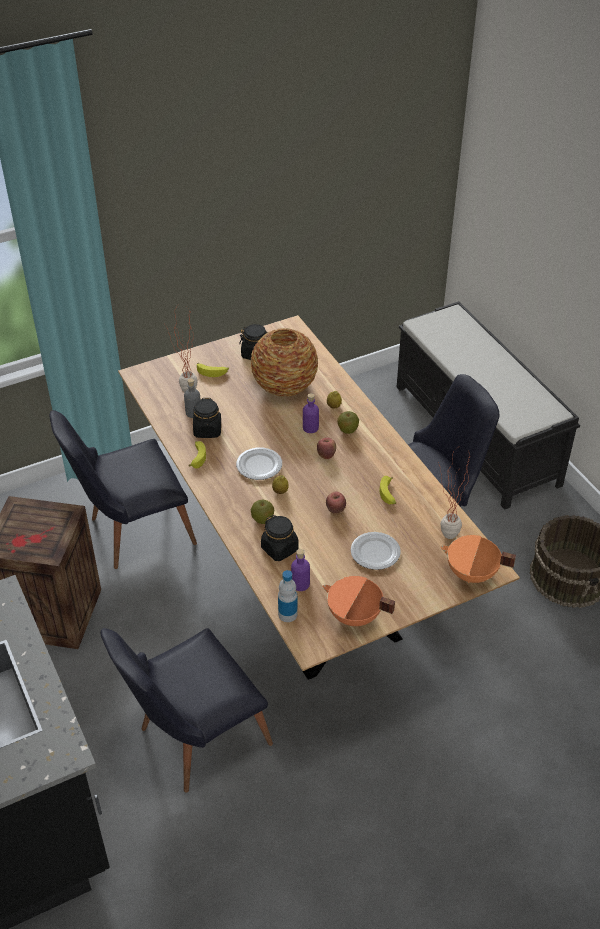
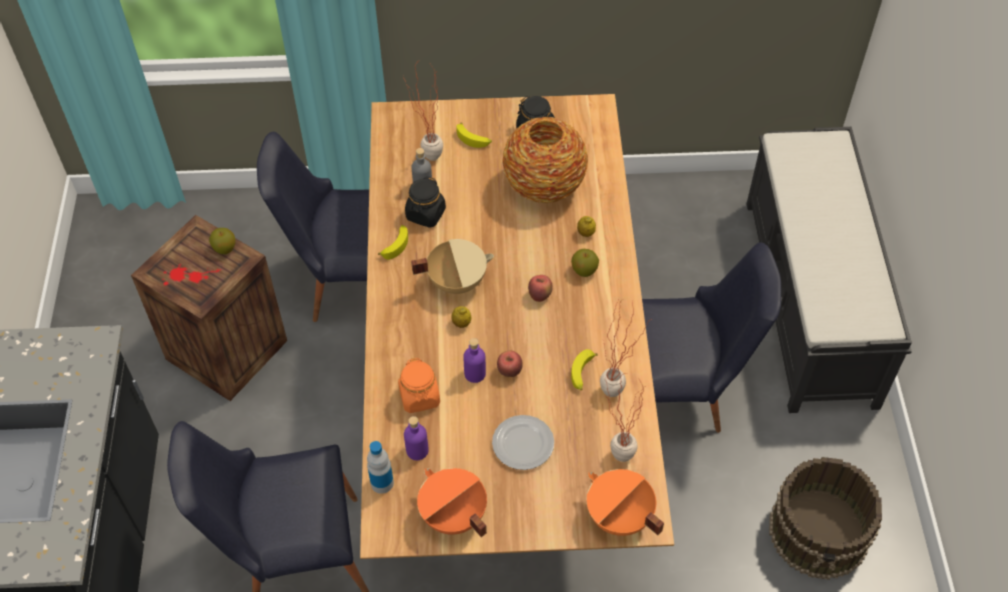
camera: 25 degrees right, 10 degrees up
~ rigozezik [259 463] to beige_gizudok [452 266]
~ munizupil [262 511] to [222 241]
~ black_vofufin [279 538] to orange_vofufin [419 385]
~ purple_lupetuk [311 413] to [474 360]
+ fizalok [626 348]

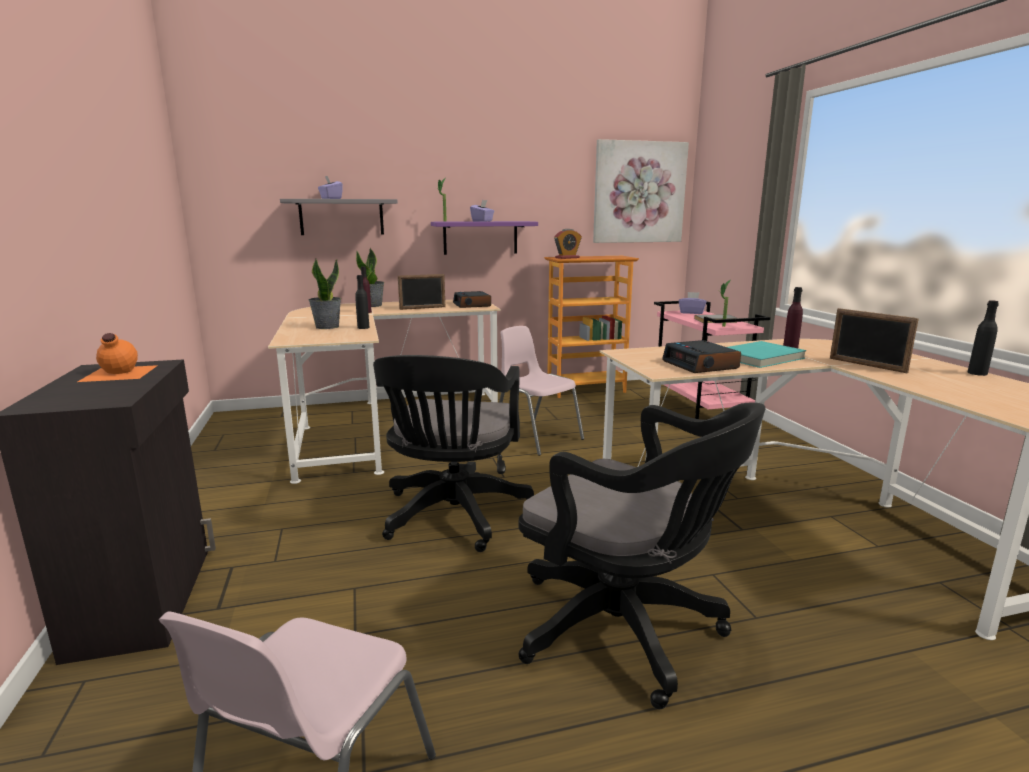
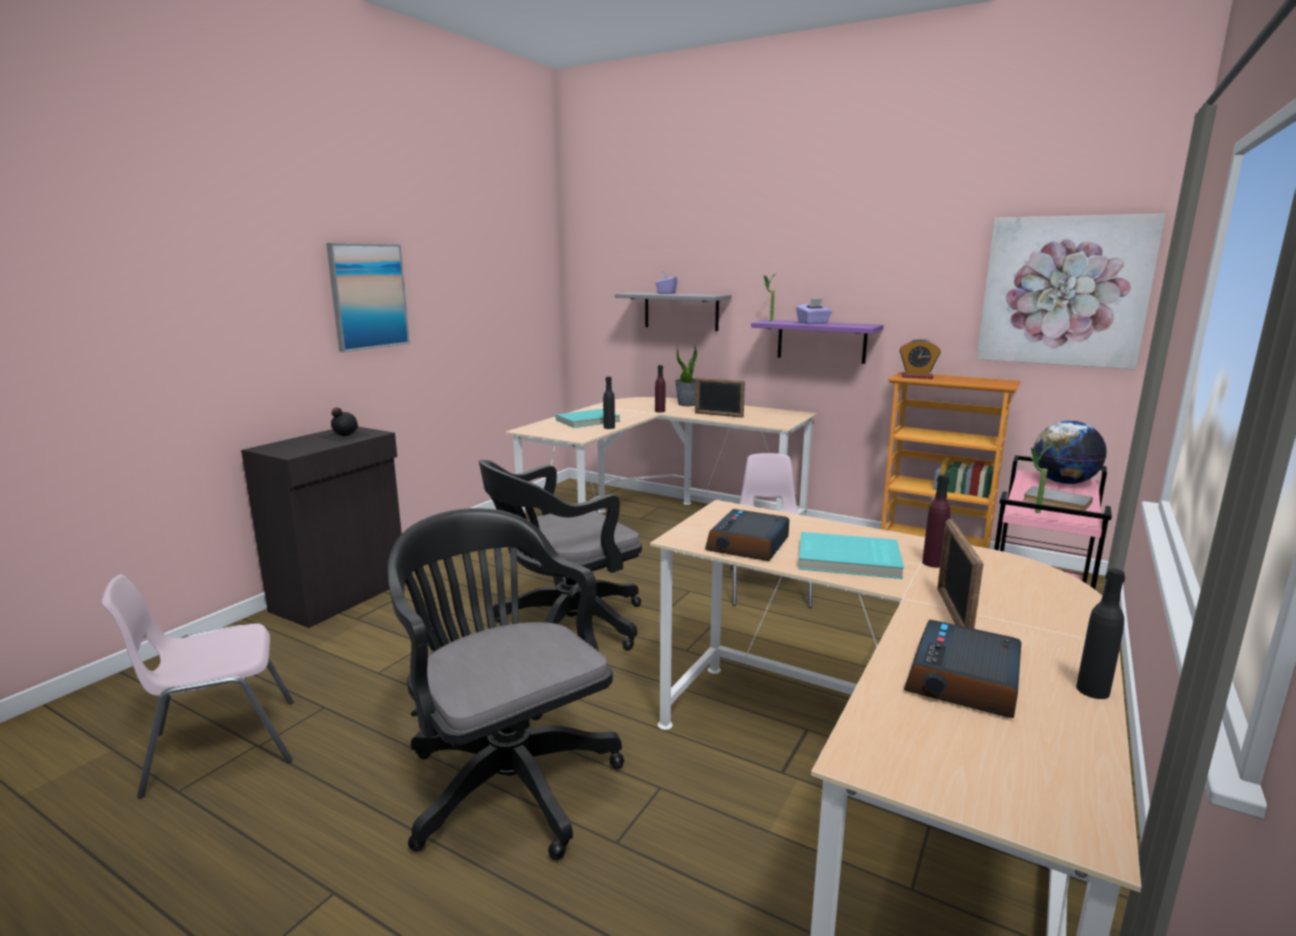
camera: 45 degrees right, 0 degrees up
~ orange_lupetuk [118 357] to black_lupetuk [344 424]
~ fizalok [324 293] to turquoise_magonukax [587 418]
~ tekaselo [472 299] to [962 669]
~ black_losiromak [641 555] = [505 684] 150 degrees clockwise
~ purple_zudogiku [692 303] to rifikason [1070 452]
+ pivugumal [368 297]

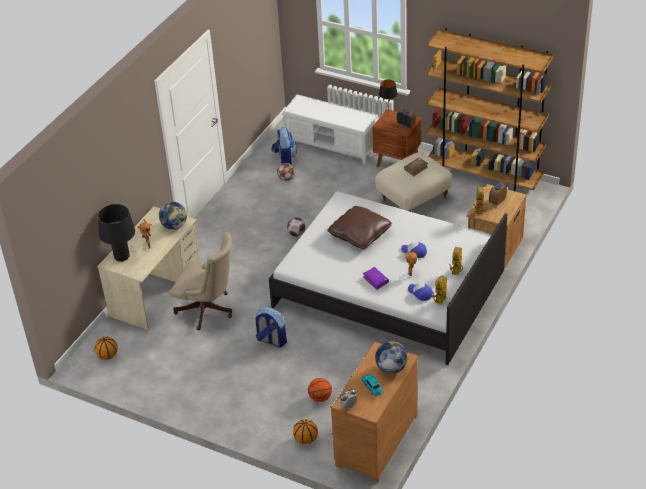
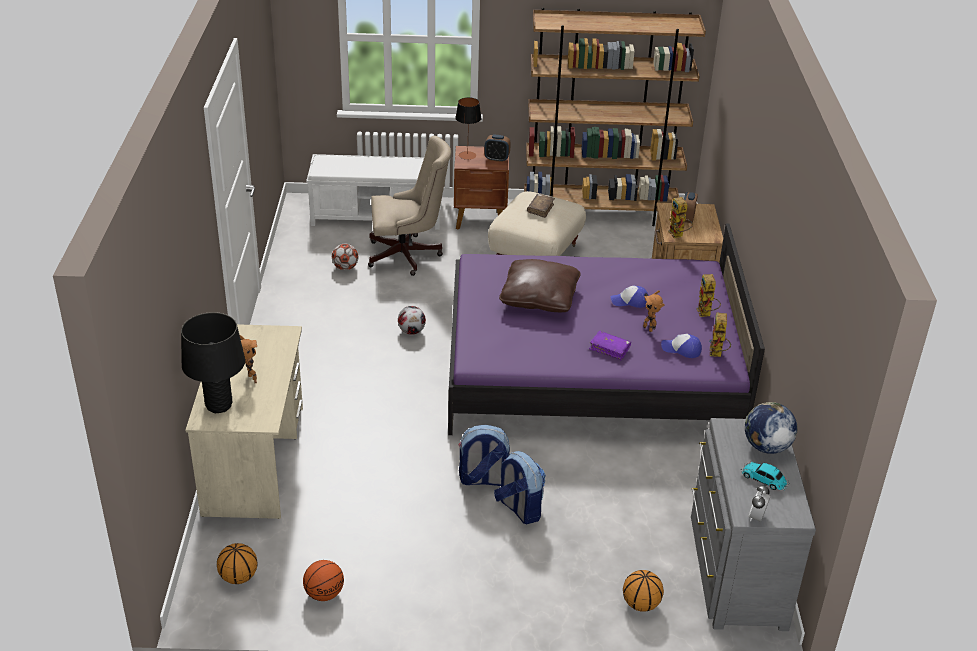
camera: 30 degrees left, 5 degrees down
- rifikason [173 216]
~ beige_losiromak [201 281] to [409 206]
~ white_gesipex [388 278] to purple_gesipex [606 329]
~ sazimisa [284 145] to [520 487]
~ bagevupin [320 390] to [323 580]
~ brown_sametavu [374 412] to grey_sametavu [753 524]

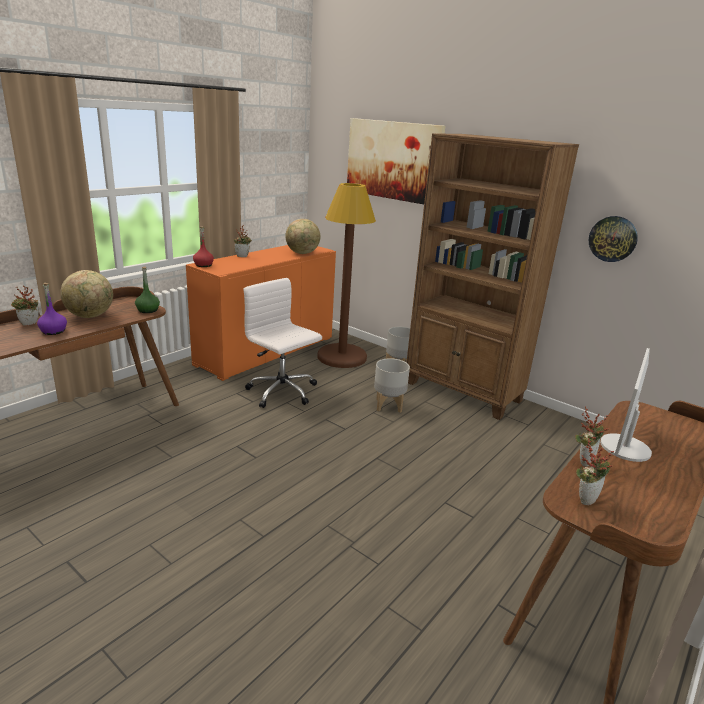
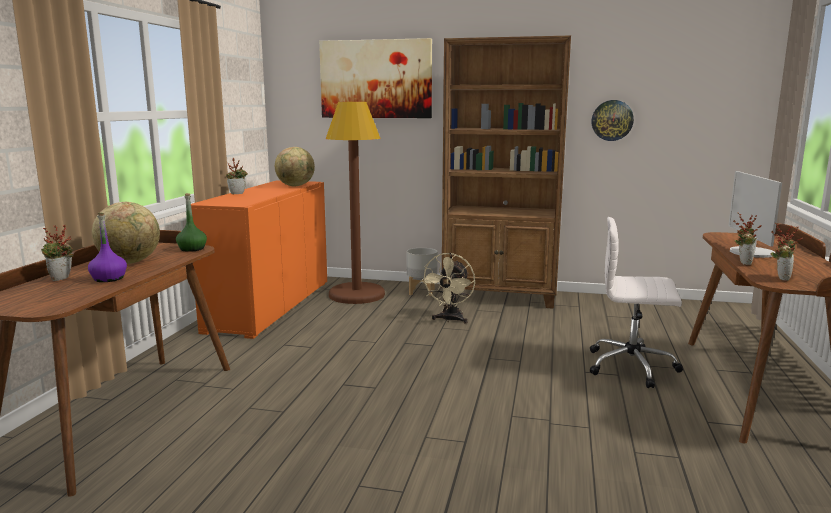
camera: 25 degrees left, 10 degrees down
- red_lupetuk [203 246]
~ white_losiromak [282 343] to [636 302]
~ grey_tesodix [392 385] to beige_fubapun [448 288]

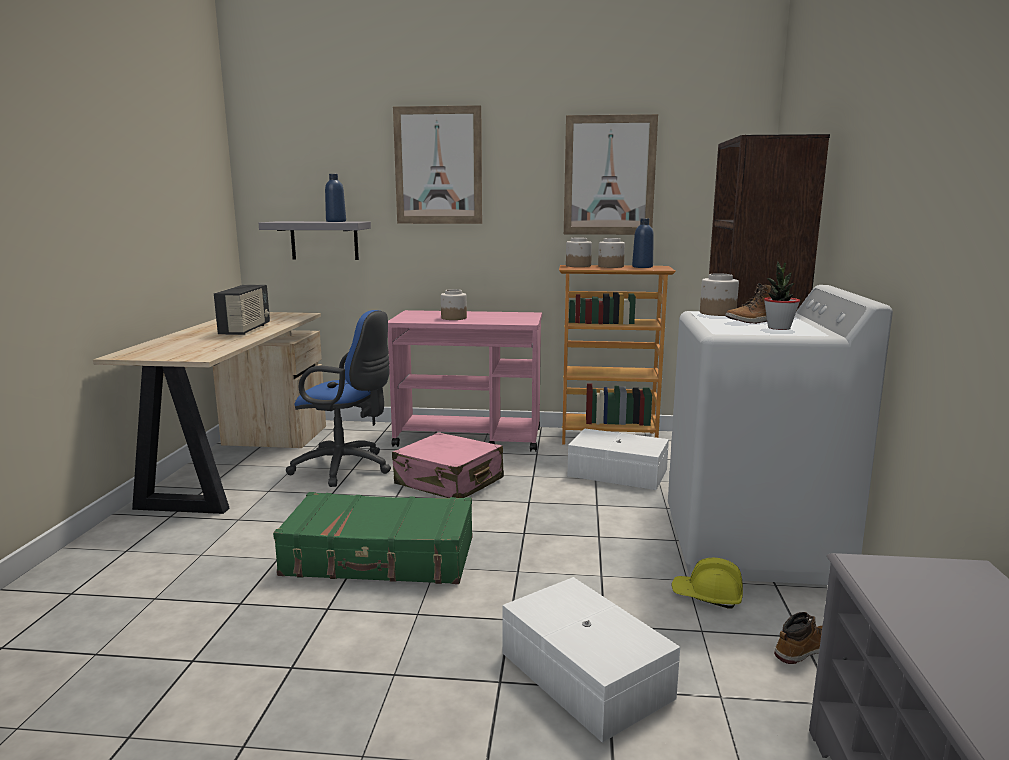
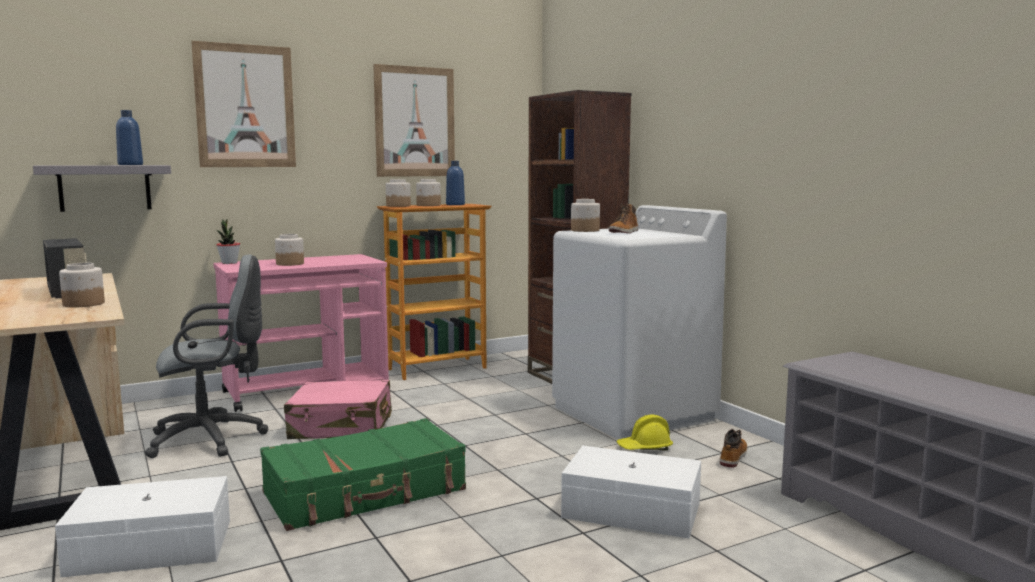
camera: 35 degrees left, 5 degrees down
~ blue_losiromak [338 398] to grey_losiromak [206 356]
~ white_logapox [618 459] to [142 526]
~ fizalok [782 296] to [228 242]
+ vofufin [82 285]

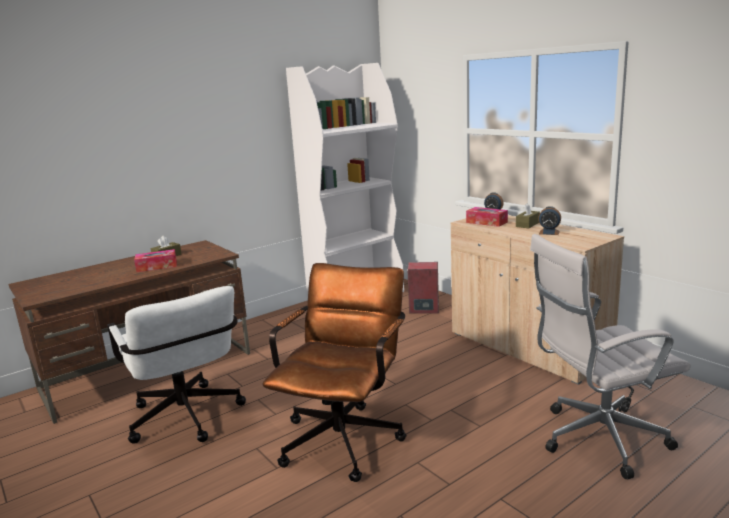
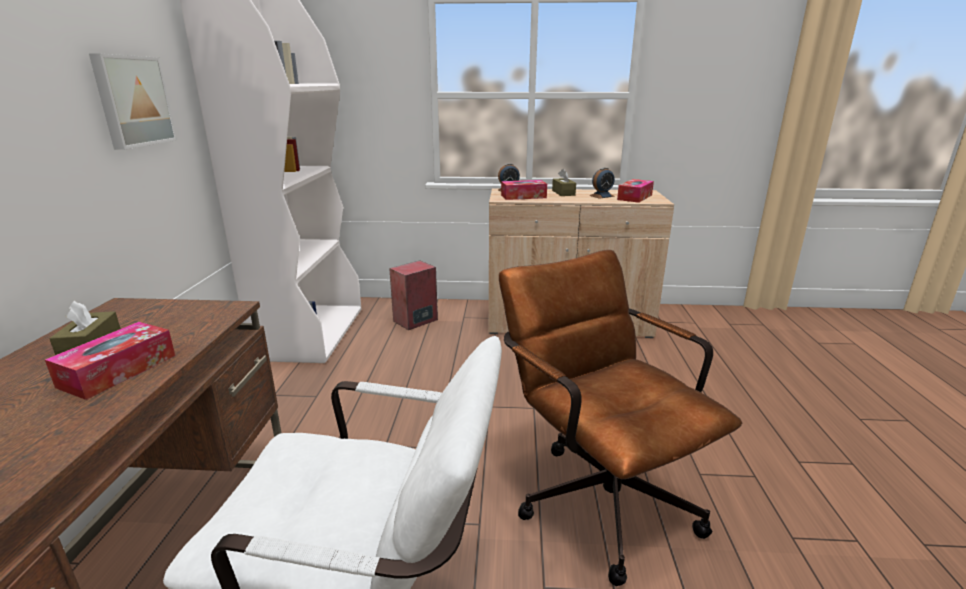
camera: 50 degrees left, 5 degrees up
- white_losiromak [610 356]
+ pivugumal [133 101]
+ zudogiku [635 191]

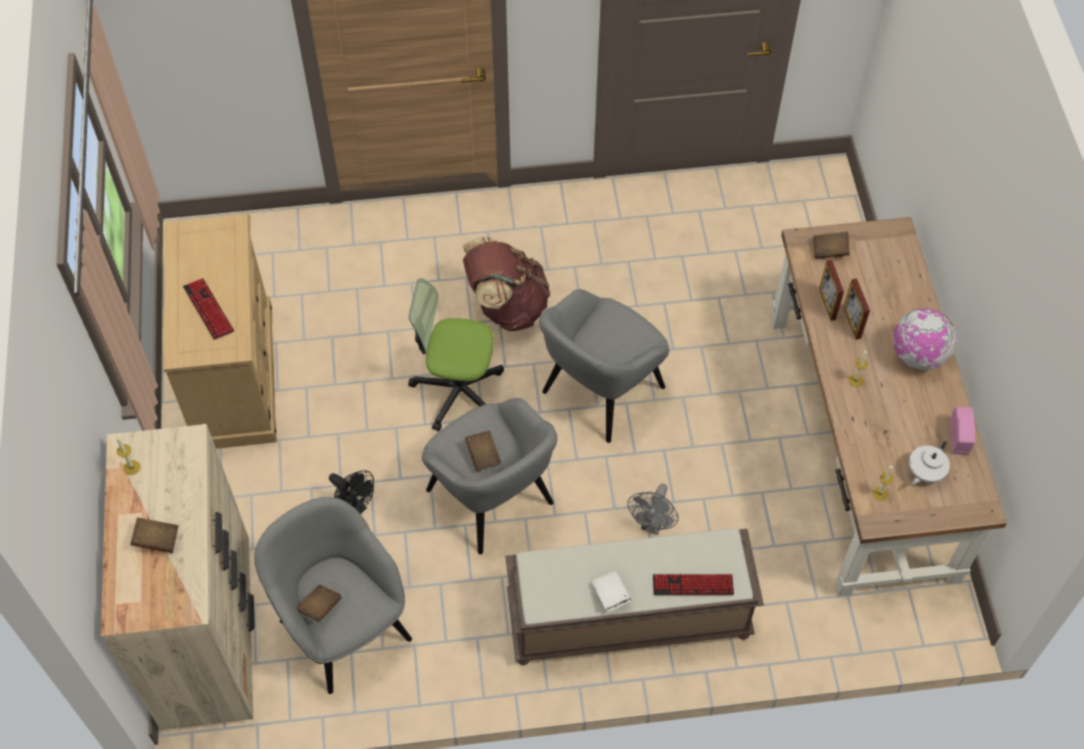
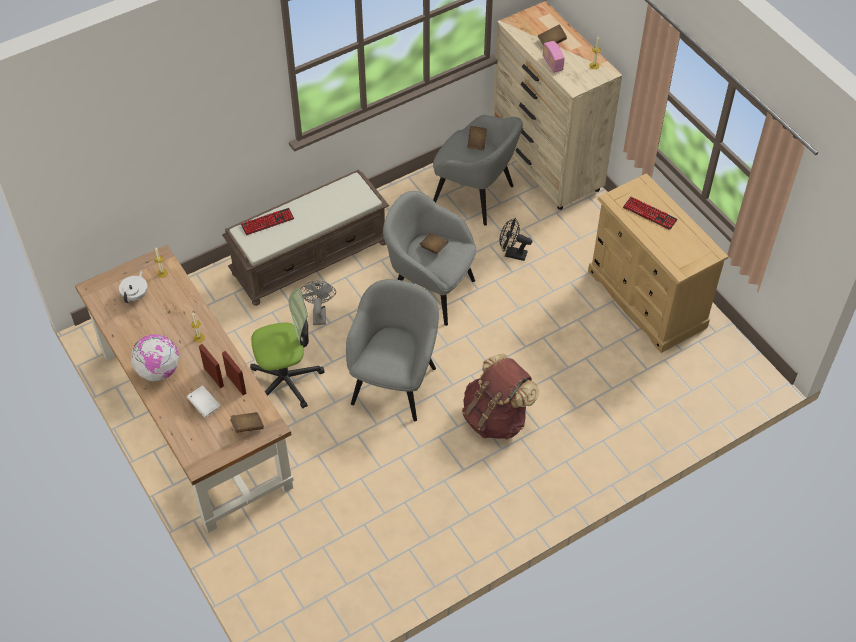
camera: 155 degrees right, 5 degrees down
~ losiromak [456 355] to [287 348]
~ white_magonukax [611 591] to [203 401]
~ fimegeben [962 430] to [554 57]

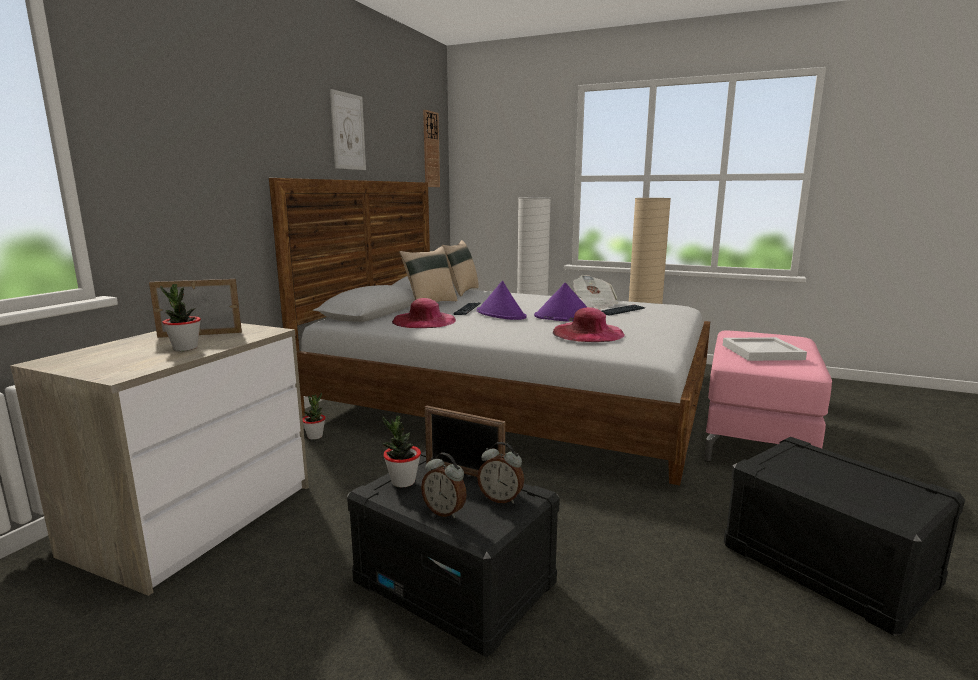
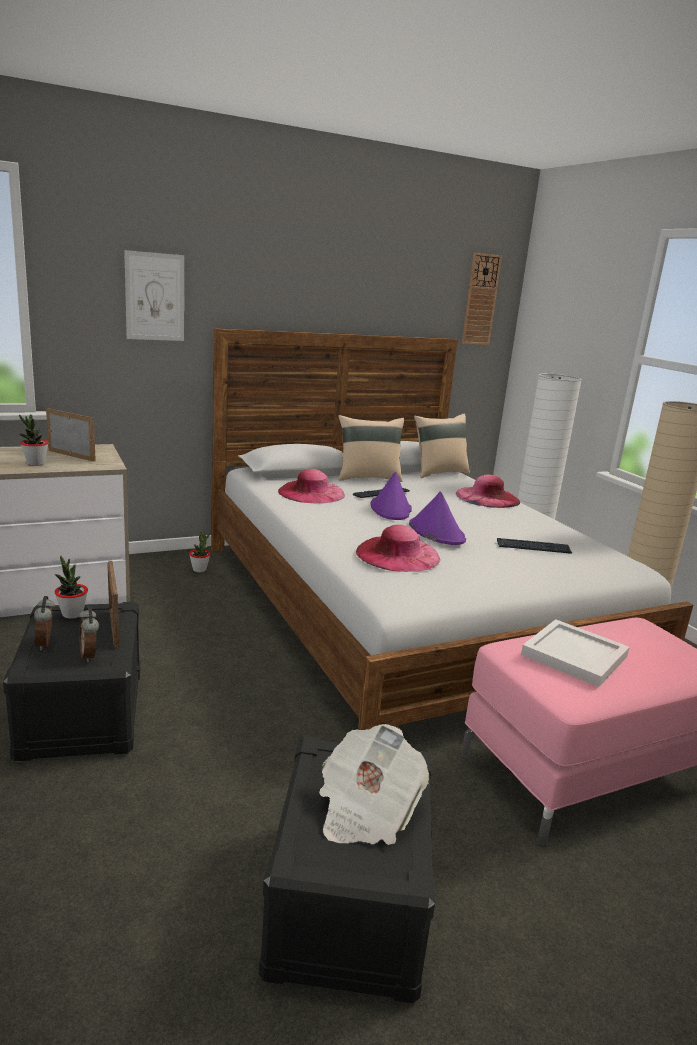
camera: 40 degrees right, 5 degrees up
~ pivugumal [348 129] to [154 295]
~ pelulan [595 292] to [374 784]
+ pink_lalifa [488 491]

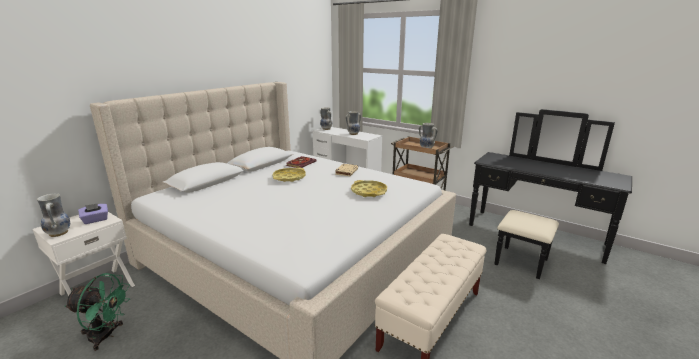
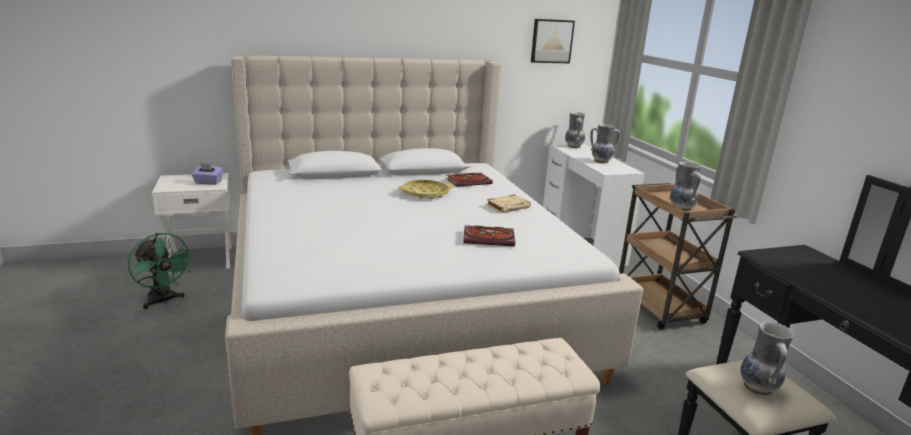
camera: 35 degrees right, 0 degrees up
~ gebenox [53 215] to [767 358]
~ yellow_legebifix [369 188] to magonukax [489 236]
+ pivugumal [553 41]

